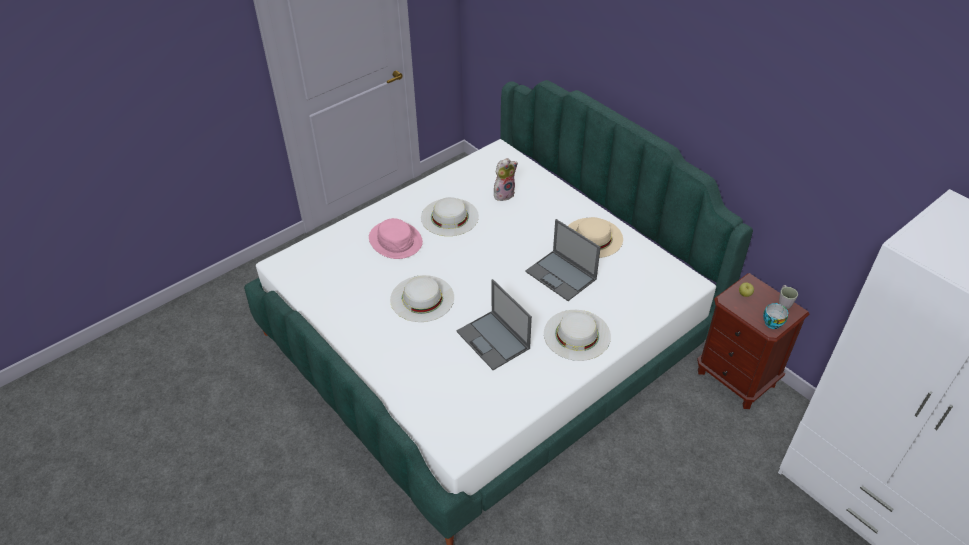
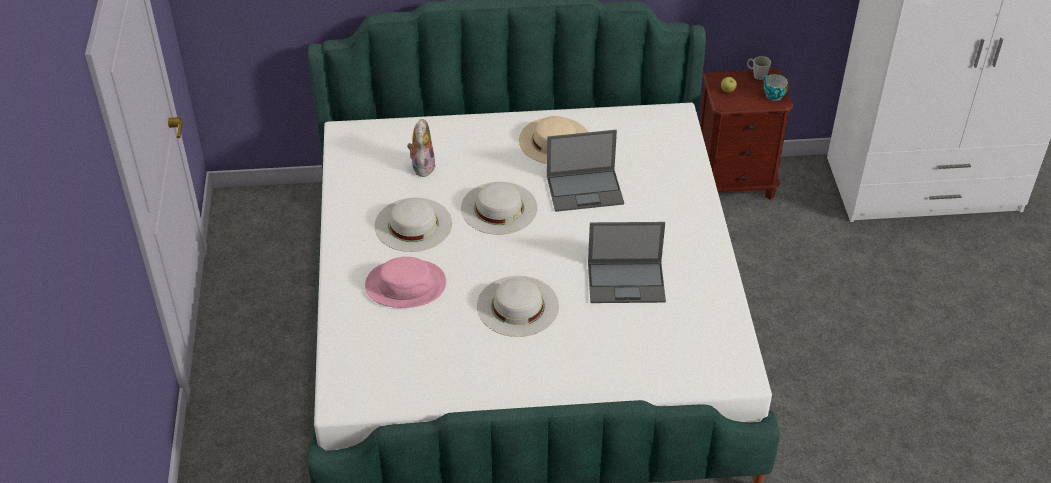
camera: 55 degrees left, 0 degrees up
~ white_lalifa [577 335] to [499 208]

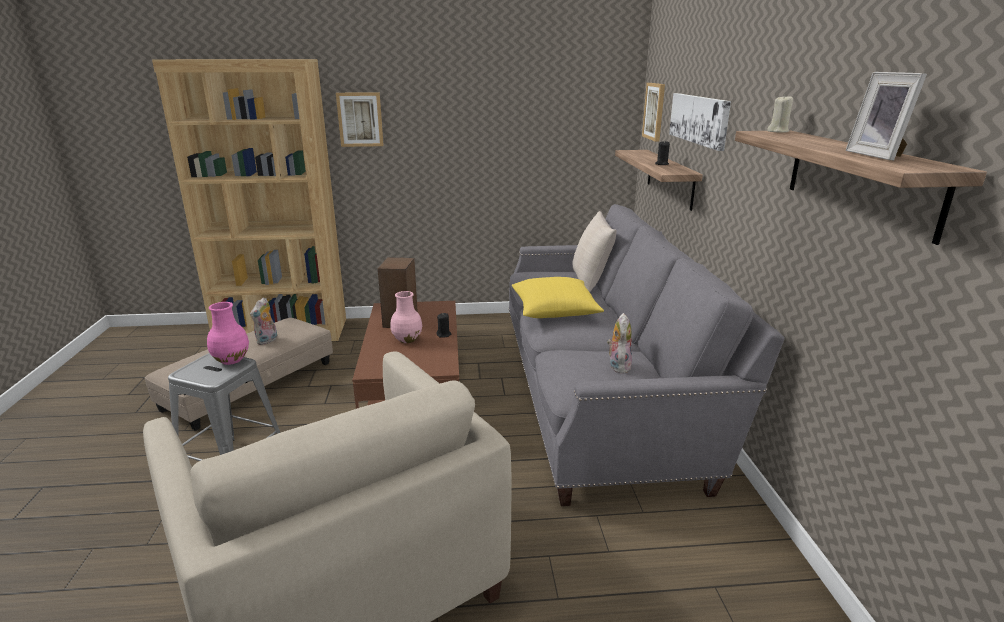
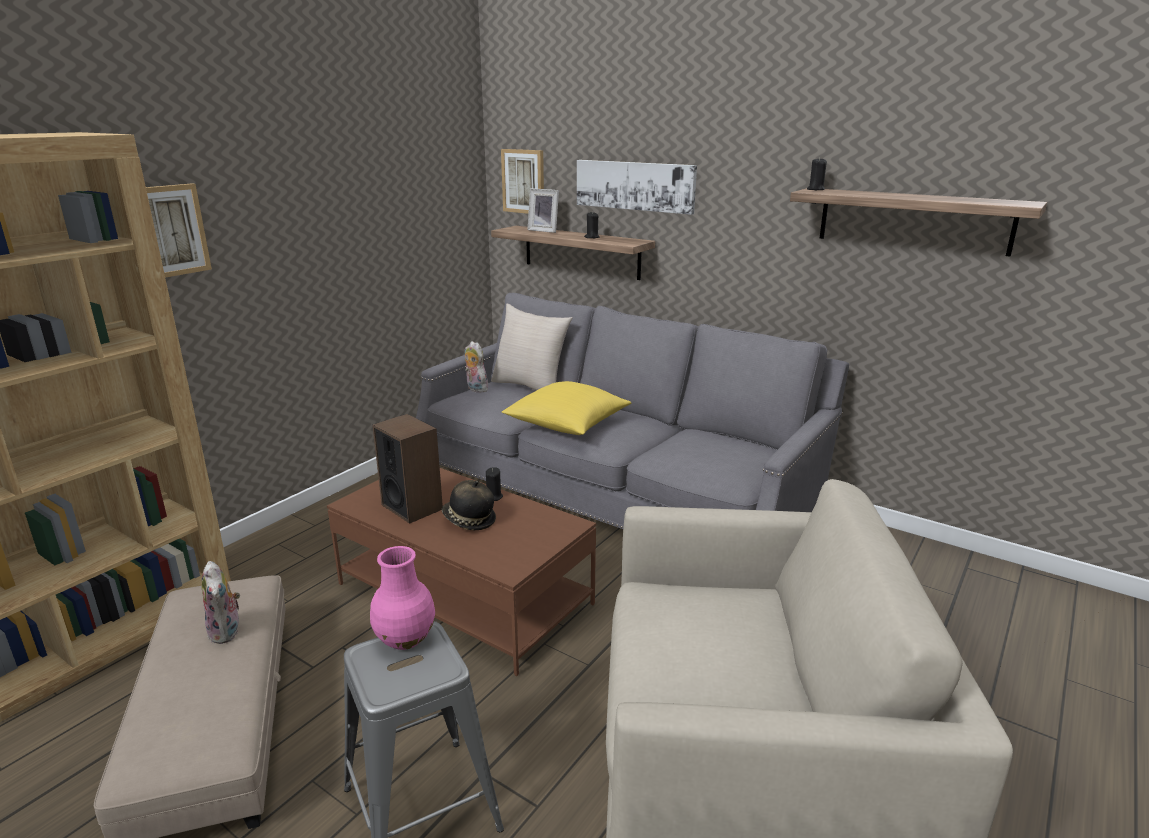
camera: 50 degrees left, 0 degrees up
~ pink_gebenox [406 317] to lalifa [469 505]
~ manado [619 343] to [476 367]
~ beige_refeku [780 114] to black_refeku [817 173]
~ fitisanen [886 116] to [543 210]

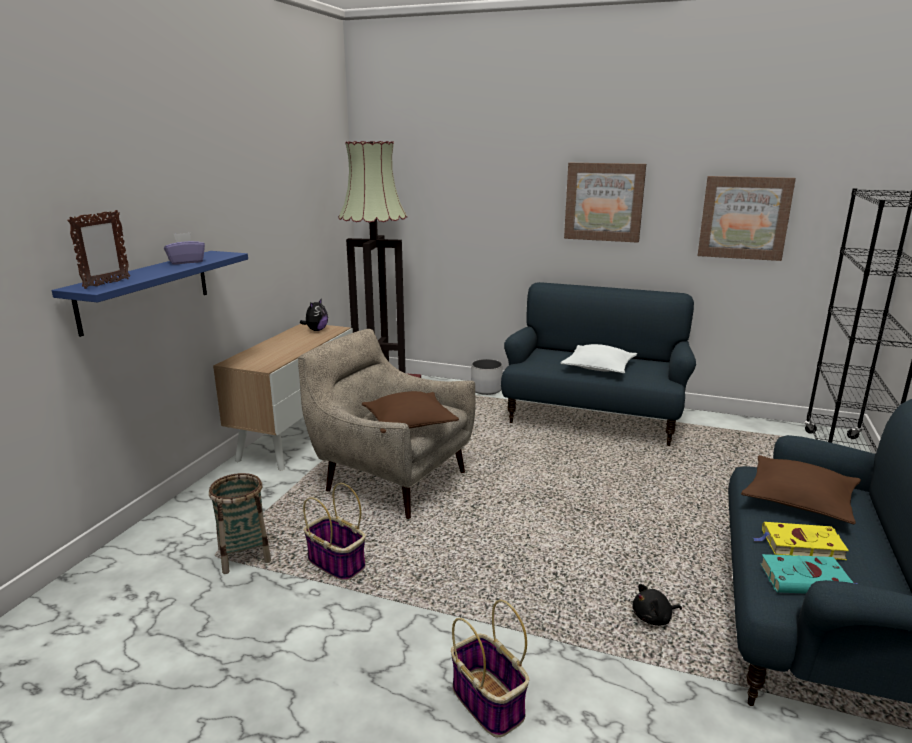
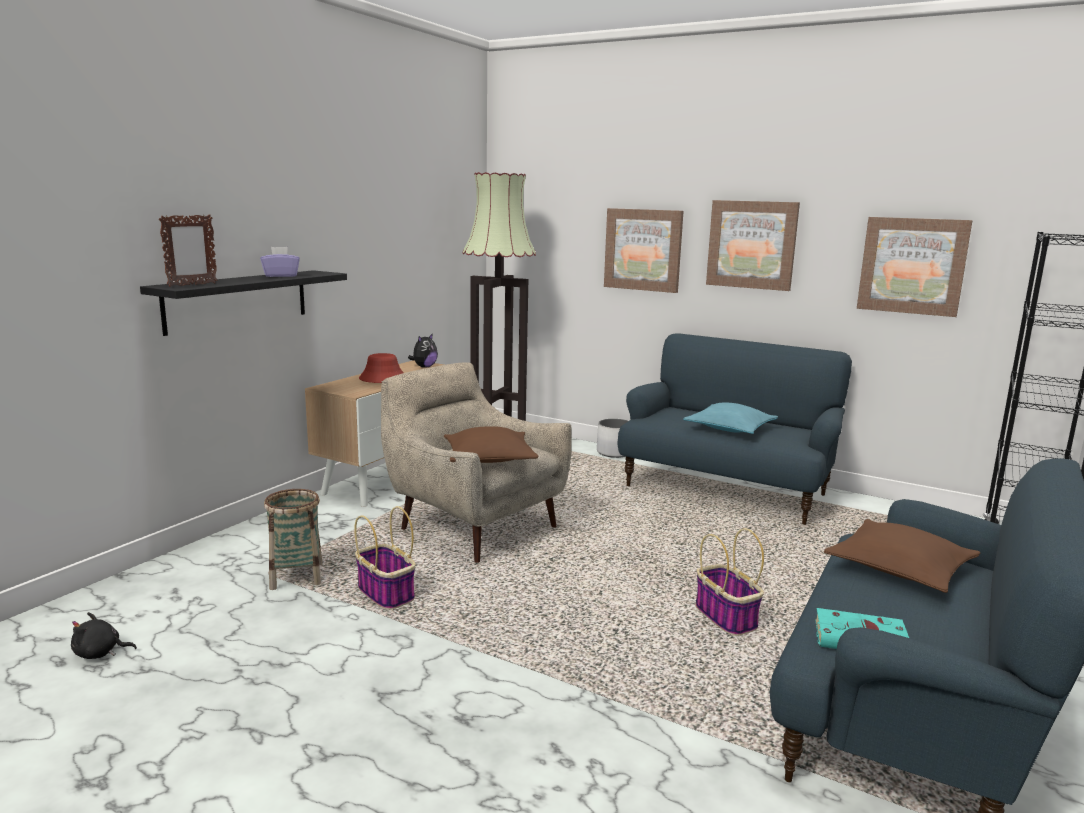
camera: 10 degrees right, 5 degrees down
~ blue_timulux [150 294] to black_timulux [243 303]
~ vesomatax [490 668] to [729 582]
~ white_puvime [598 358] to turquoise_puvime [730 418]
~ black_manado [657 605] to [104 635]
- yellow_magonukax [801 541]
+ red_lalifa [381 368]
+ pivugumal [644 250]

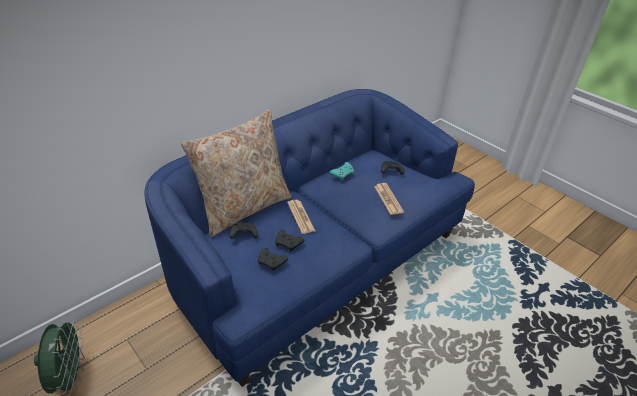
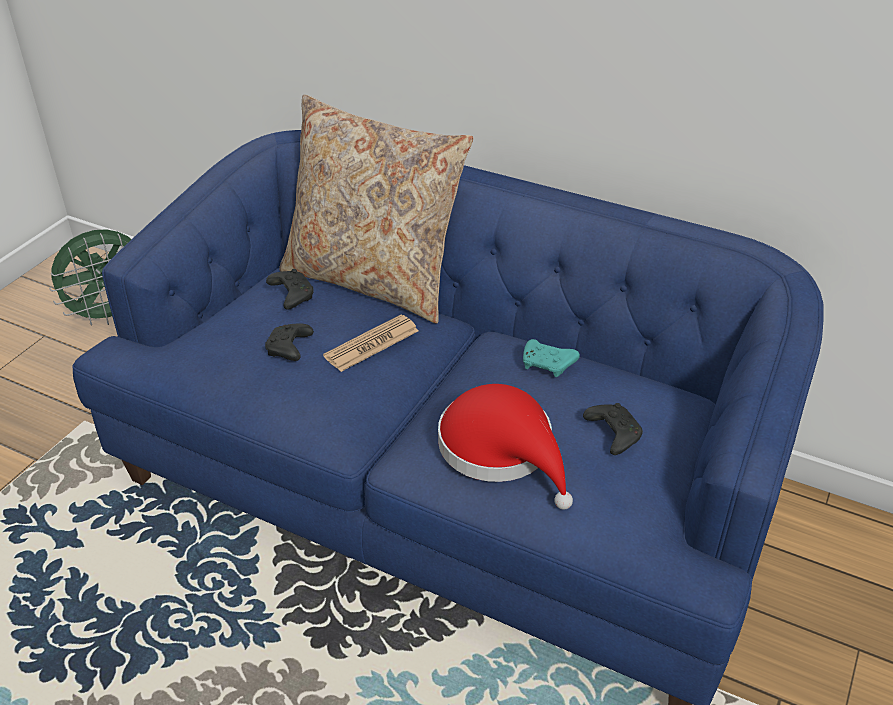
camera: 70 degrees right, 0 degrees up
- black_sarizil [273 259]
~ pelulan [389 199] to red_lalifa [505 447]

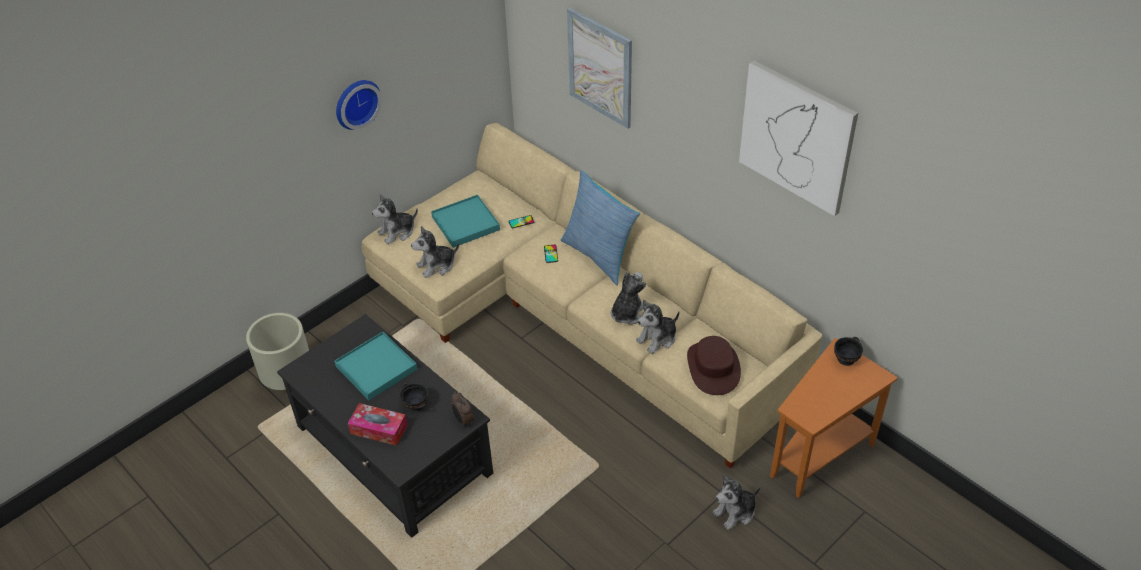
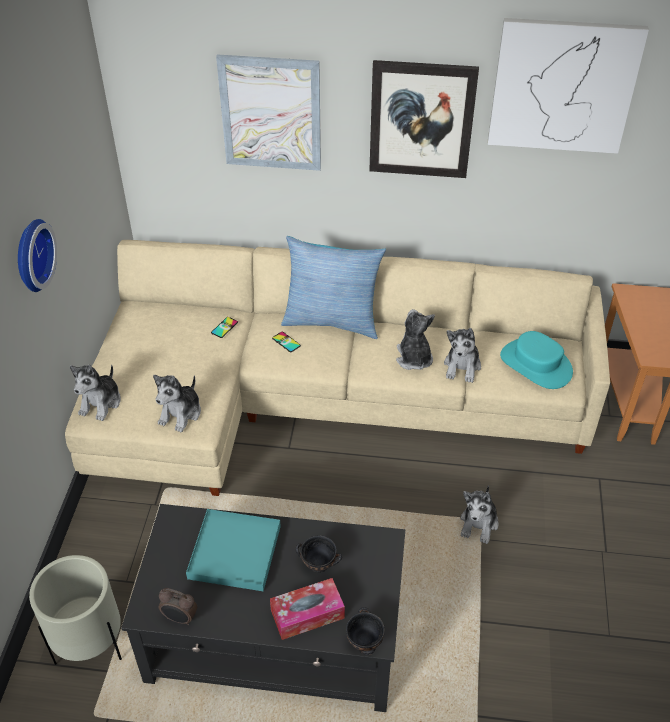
camera: 40 degrees left, 0 degrees up
- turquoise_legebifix [465 221]
~ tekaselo [462 410] to [178 606]
~ brown_lalifa [714 365] to turquoise_lalifa [536 360]
~ manado [737 502] to [479 514]
~ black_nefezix [848 351] to [365 631]
+ pivugumal [424 119]

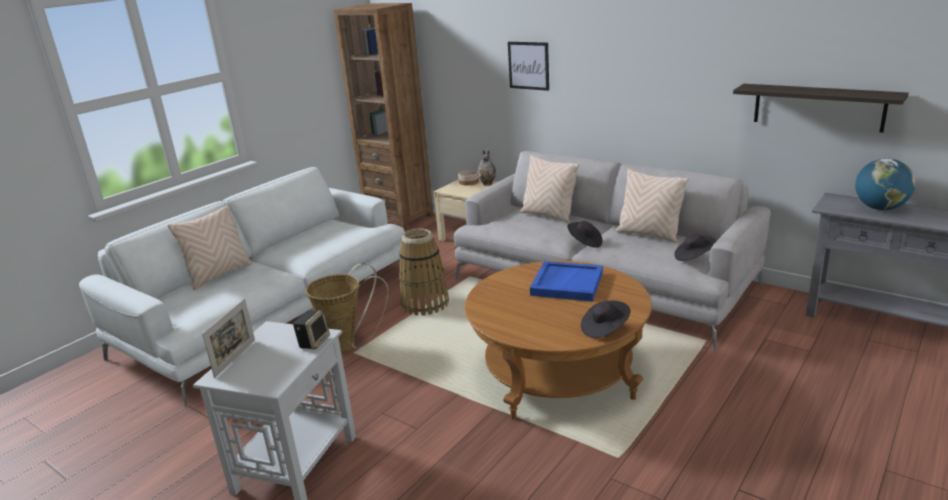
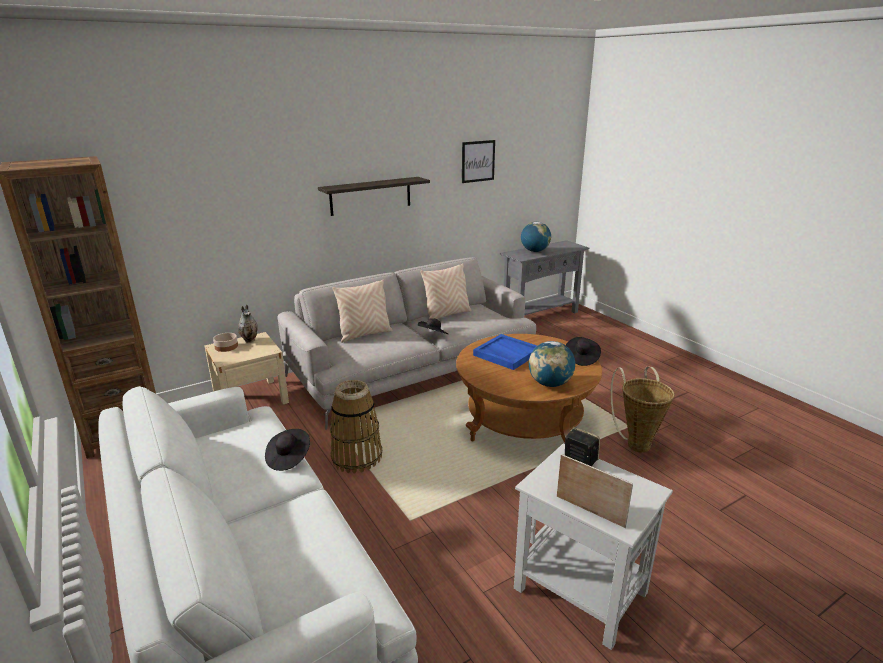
camera: 70 degrees left, 0 degrees up
- beige_puvime [210 247]
~ vesomatax [347 308] to [642 410]
~ pivugumal [528 66] to [478 161]
~ black_lalifa [695 247] to [287 450]
~ timulux [821 108] to [374 196]
+ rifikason [552 364]

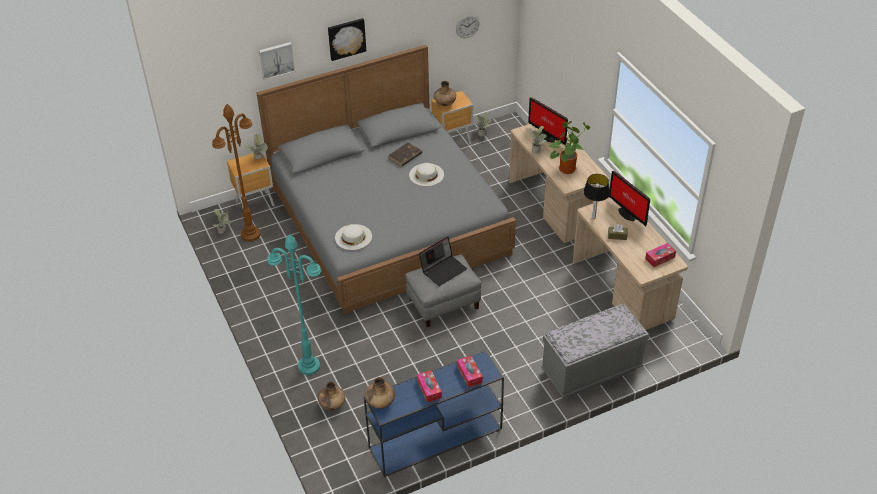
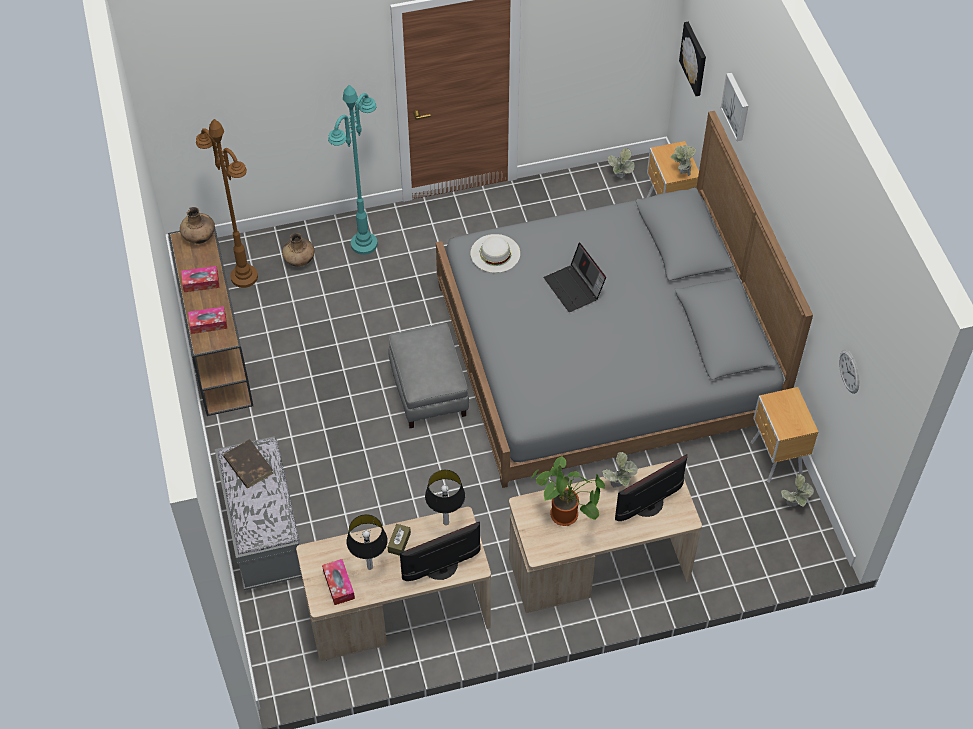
camera: 100 degrees right, 10 degrees up
~ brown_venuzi [236 172] to [227 203]
~ pivugumal [347 39] to [692 59]
~ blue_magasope [434 413] to brown_magasope [210 322]
~ brown_magonukax [405 154] to [248 463]
- white_lalifa [426 174]
~ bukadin [443 261] to [575 277]
- brown_gebenox [445 93]
+ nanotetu [367 542]

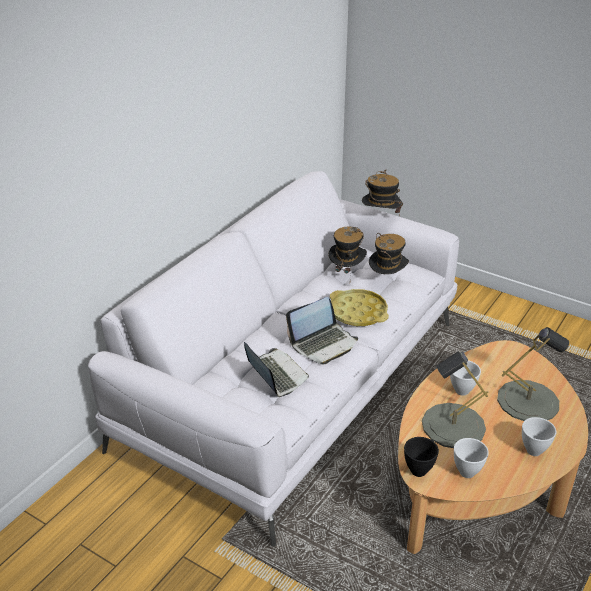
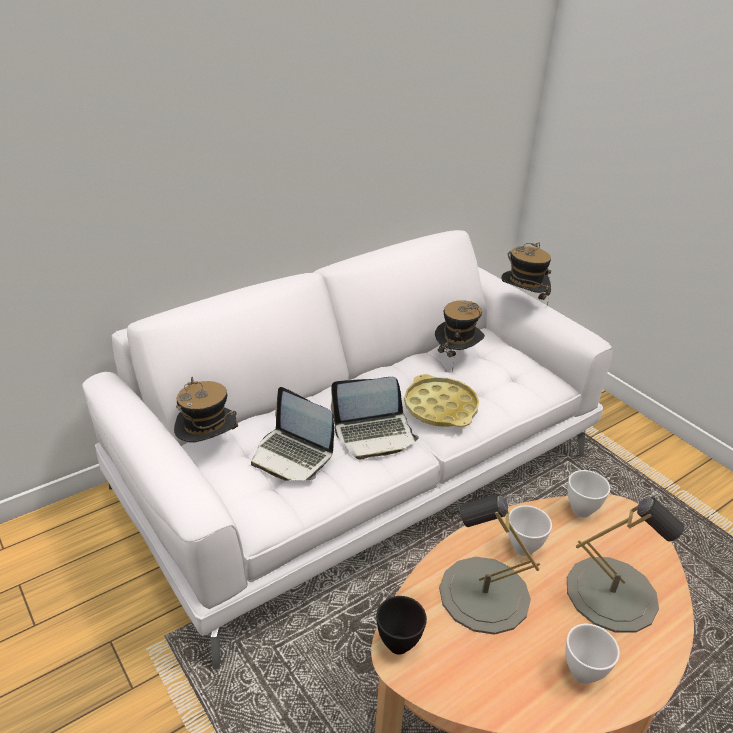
camera: 20 degrees right, 0 degrees up
~ bukadin [276 369] = [292 434] 135 degrees clockwise
~ lalifa [389 253] to [206 410]
~ white_nefezix [471 458] to [589 494]

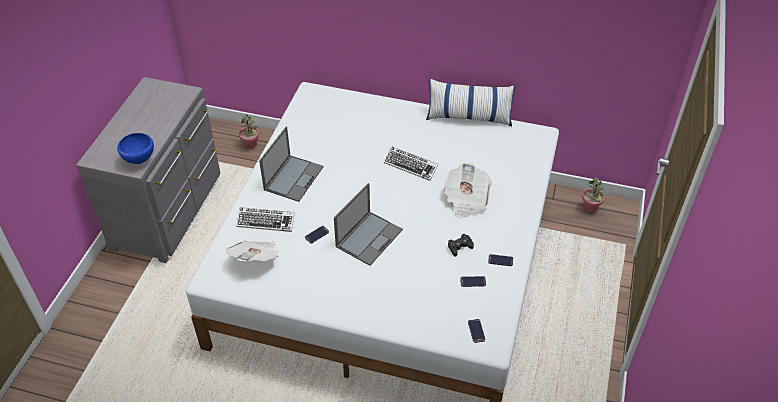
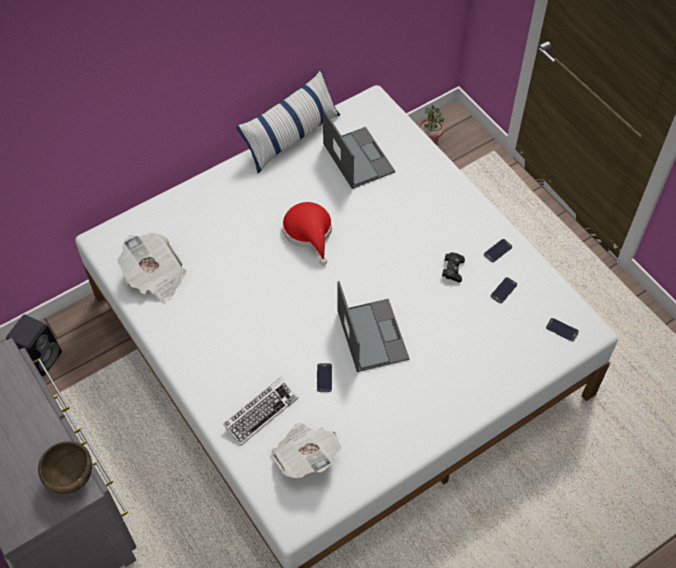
camera: 50 degrees left, 10 degrees up
~ blue_nefezix [135 148] to brown_nefezix [65 467]
~ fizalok [249 131] to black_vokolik [34 345]
~ bukadin [291 164] to [359 149]
~ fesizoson [411 164] to red_lalifa [307 233]
~ pelulan [468 190] to [152 267]

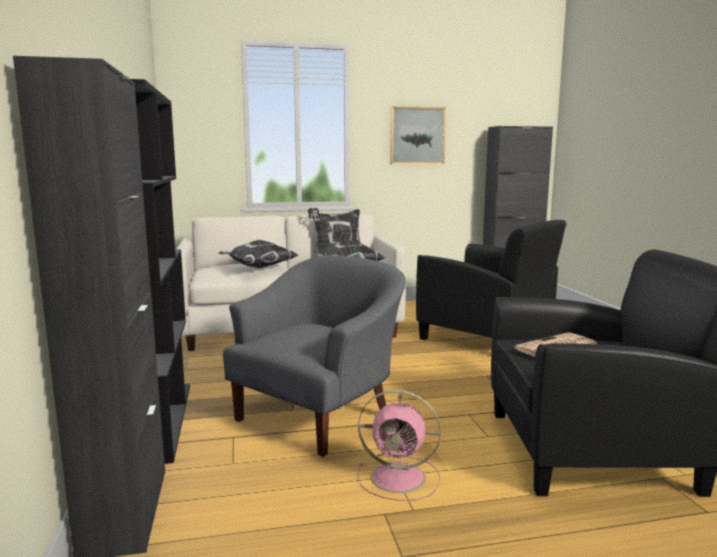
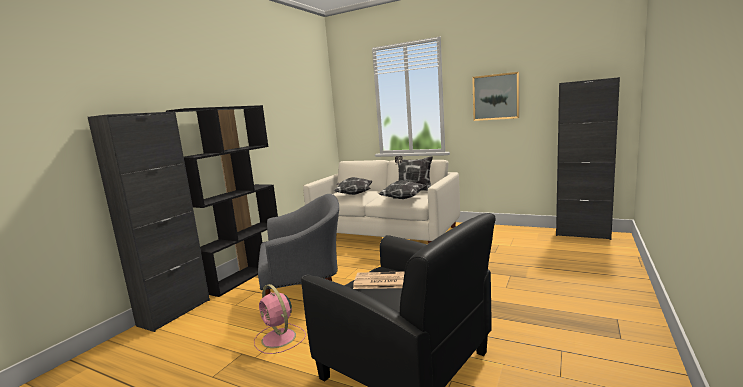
camera: 40 degrees right, 0 degrees up
- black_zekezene [491 280]

